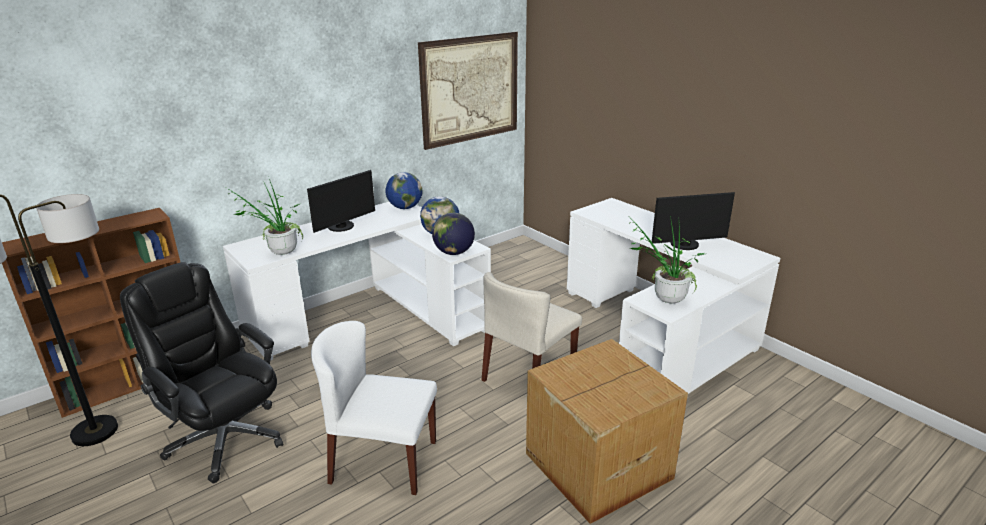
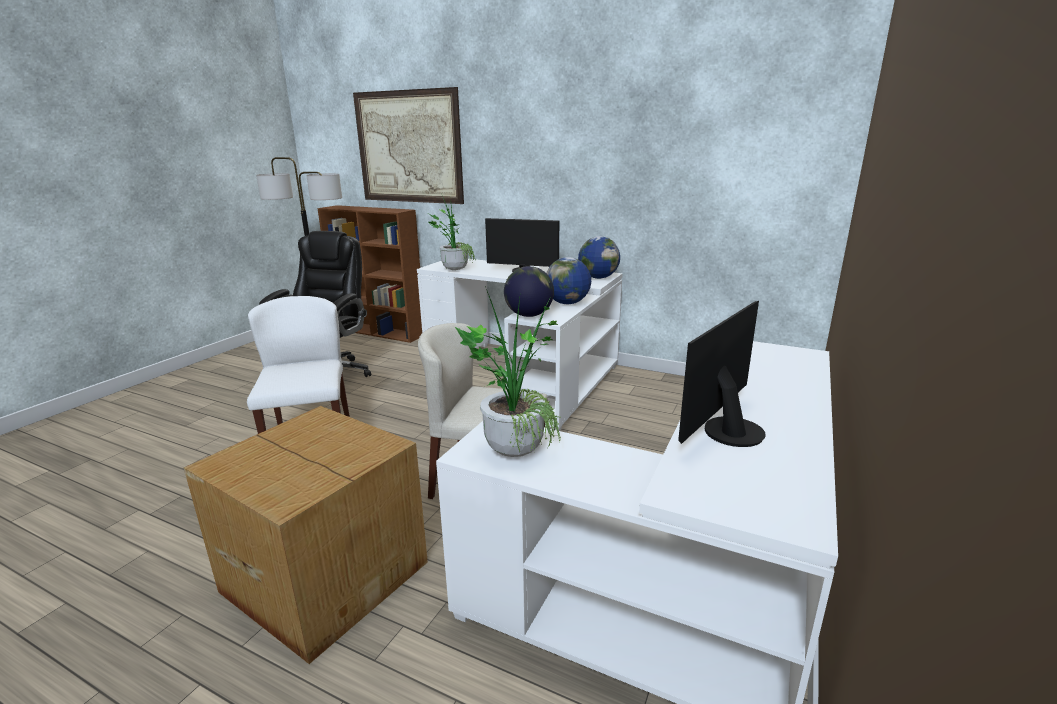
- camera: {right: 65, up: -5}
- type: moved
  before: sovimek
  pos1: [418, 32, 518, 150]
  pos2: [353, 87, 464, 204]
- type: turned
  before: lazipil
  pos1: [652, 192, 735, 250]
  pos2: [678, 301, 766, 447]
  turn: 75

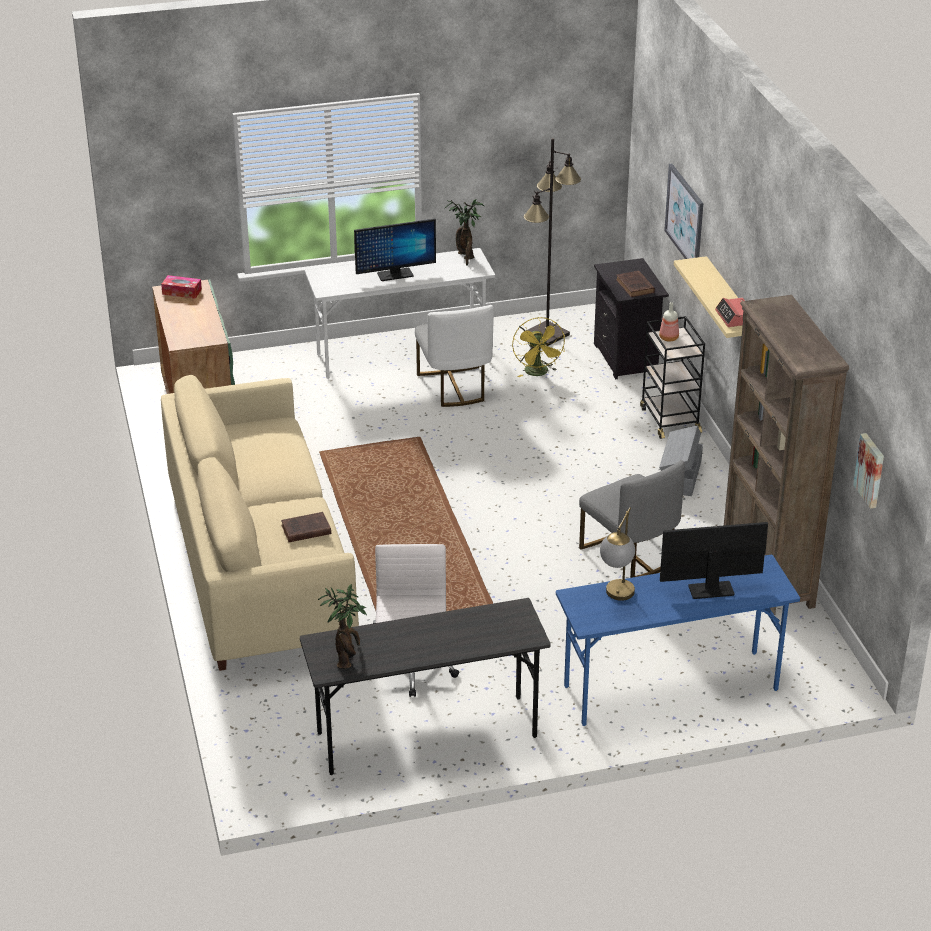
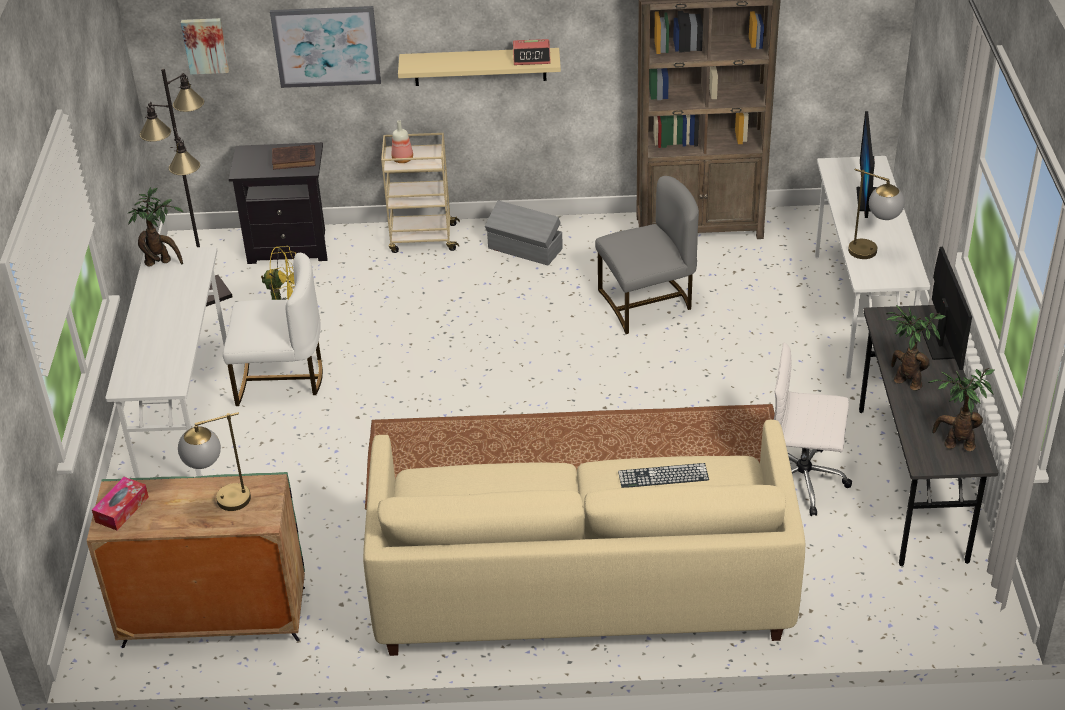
- camera: {right: -75, up: 5}
- type: added
  after: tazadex
  pos2: [178, 412, 251, 511]
- type: moved
  before: sovimek
  pos1: [853, 433, 884, 509]
  pos2: [181, 18, 229, 74]
- type: recoloured
  before: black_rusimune
  after: beige_rusimune
  pos1: [640, 316, 705, 439]
  pos2: [381, 133, 460, 253]
- type: replaced
  before: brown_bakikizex
  after: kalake
  pos1: [281, 512, 331, 542]
  pos2: [618, 463, 709, 488]
- type: recoloured
  before: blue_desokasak
  after: white_desokasak
  pos1: [556, 555, 800, 726]
  pos2: [815, 156, 930, 379]
- type: added
  after: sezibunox
  pos2: [886, 305, 946, 391]
- type: moved
  before: lazipil
  pos1: [354, 219, 436, 281]
  pos2: [922, 247, 972, 370]

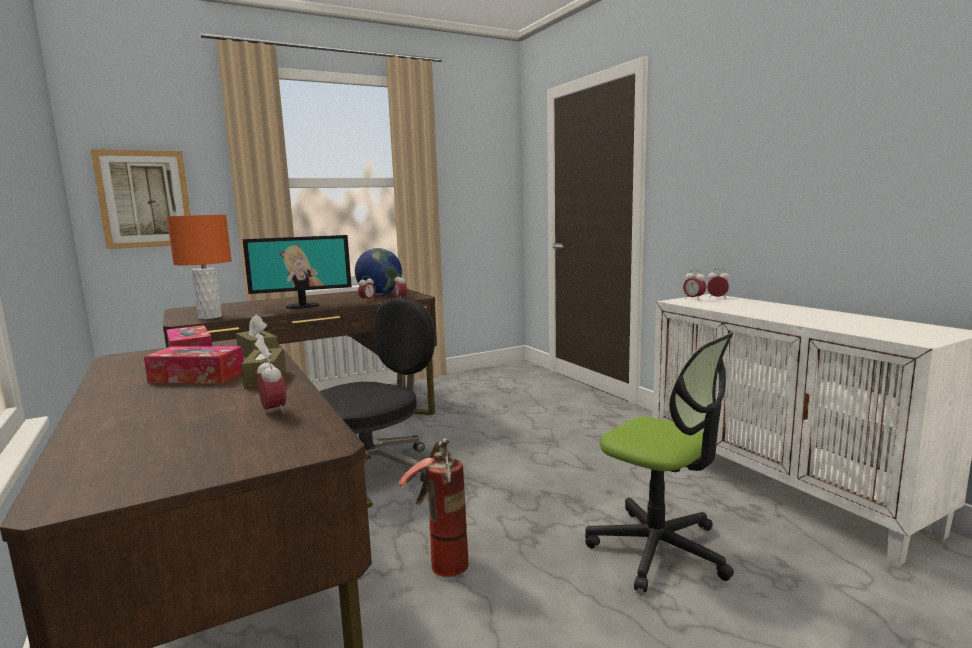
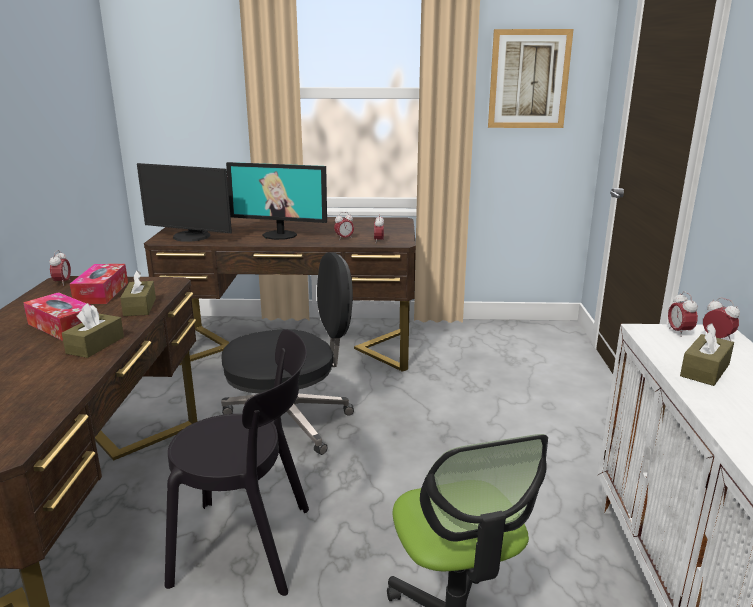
- camera: {right: 30, up: 10}
- type: moved
  before: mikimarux
  pos1: [257, 357, 286, 414]
  pos2: [49, 250, 71, 286]
- type: replaced
  before: orange_tazadex
  after: lazipil
  pos1: [166, 215, 232, 319]
  pos2: [137, 163, 232, 242]
- type: replaced
  before: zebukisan
  after: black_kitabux
  pos1: [399, 438, 469, 577]
  pos2: [165, 329, 309, 596]
- type: moved
  before: sovimek
  pos1: [91, 149, 190, 249]
  pos2: [488, 29, 574, 128]
- type: added
  after: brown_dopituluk
  pos2: [680, 323, 734, 386]
- type: removed
  before: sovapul
  pos1: [355, 248, 402, 295]

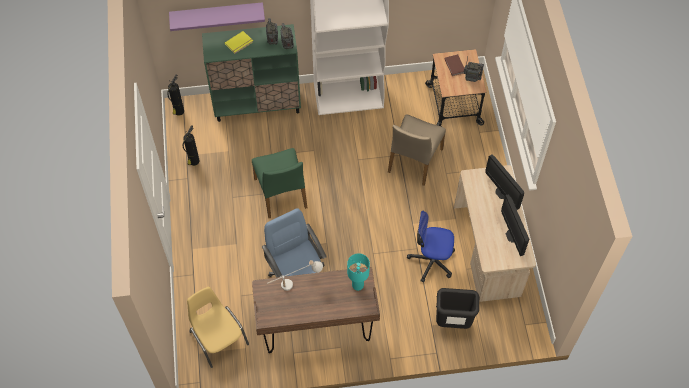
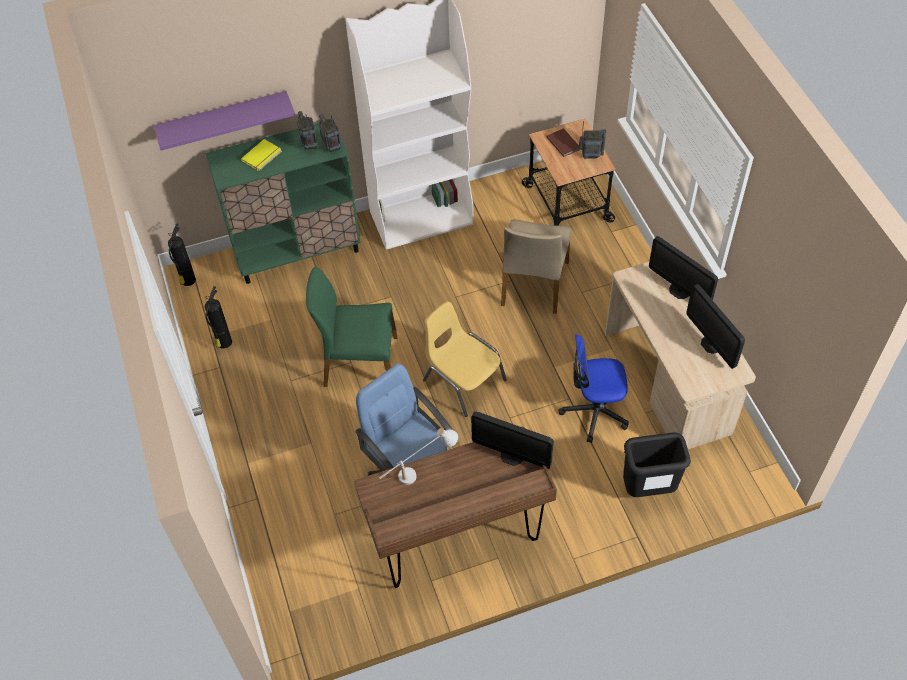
- camera: {right: -10, up: -5}
- type: turned
  before: green_kitabux
  pos1: [252, 148, 307, 218]
  pos2: [306, 266, 398, 387]
  turn: 120
- type: moved
  before: yellow_kitabux
  pos1: [187, 287, 249, 368]
  pos2: [423, 301, 507, 417]
- type: replaced
  before: turquoise_tazadex
  after: lazipil
  pos1: [347, 253, 370, 291]
  pos2: [471, 411, 554, 469]

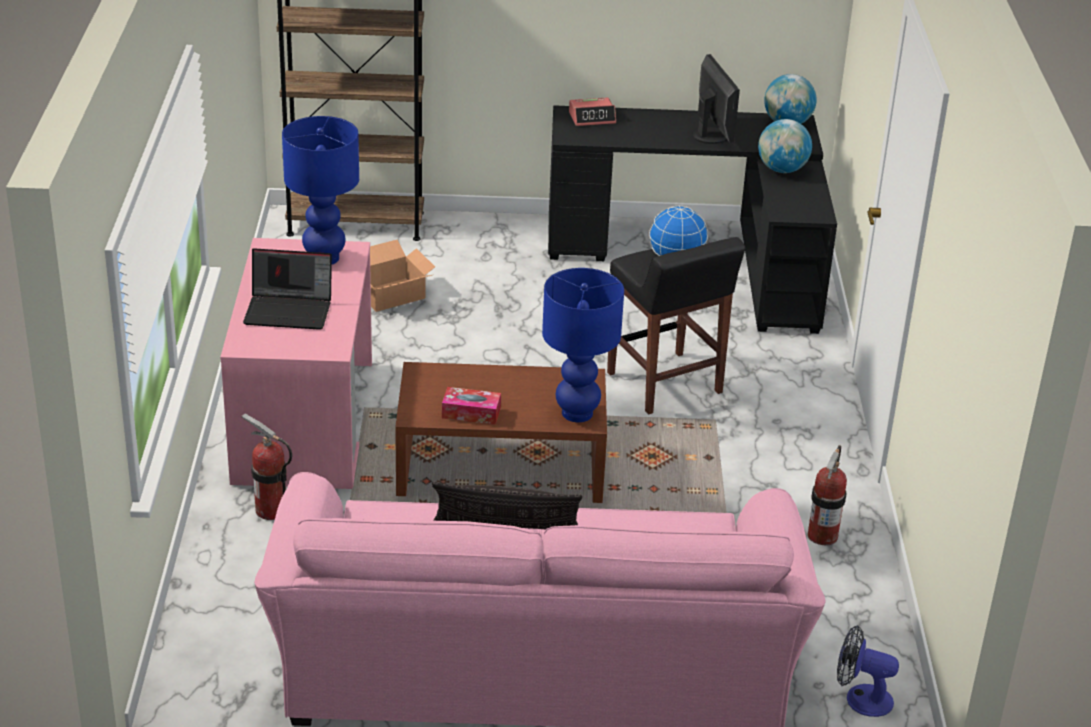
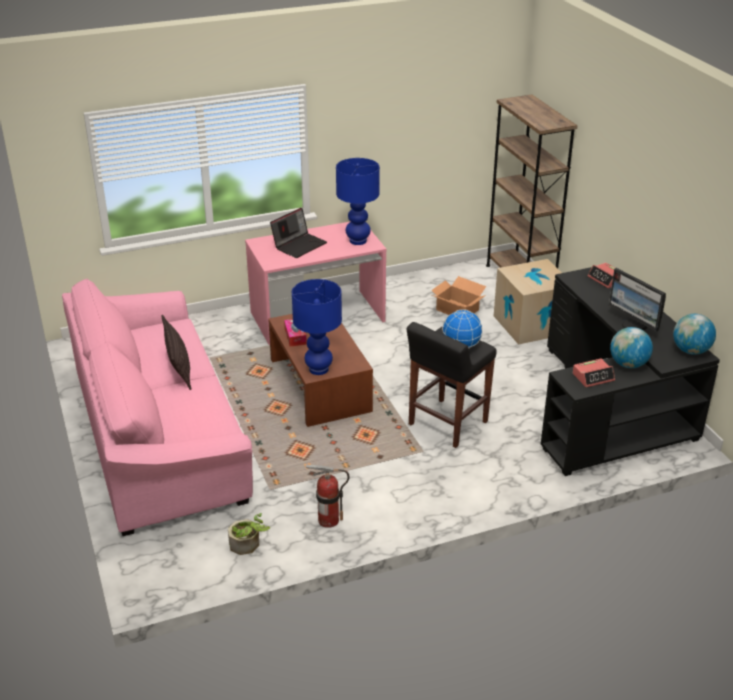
- camera: {right: 70, up: 0}
- type: added
  after: sezibunox
  pos2: [228, 513, 270, 555]
- type: turned
  before: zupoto
  pos1: [243, 248, 332, 330]
  pos2: [270, 208, 327, 258]
  turn: -120
- type: added
  after: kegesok
  pos2: [494, 259, 562, 345]
- type: added
  after: mikimarux
  pos2: [573, 358, 615, 387]
- type: turned
  before: lazipil
  pos1: [693, 54, 740, 144]
  pos2: [609, 268, 666, 332]
  turn: 90
- type: removed
  before: zebukisan
  pos1: [241, 414, 292, 520]
- type: removed
  before: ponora
  pos1: [837, 625, 899, 717]

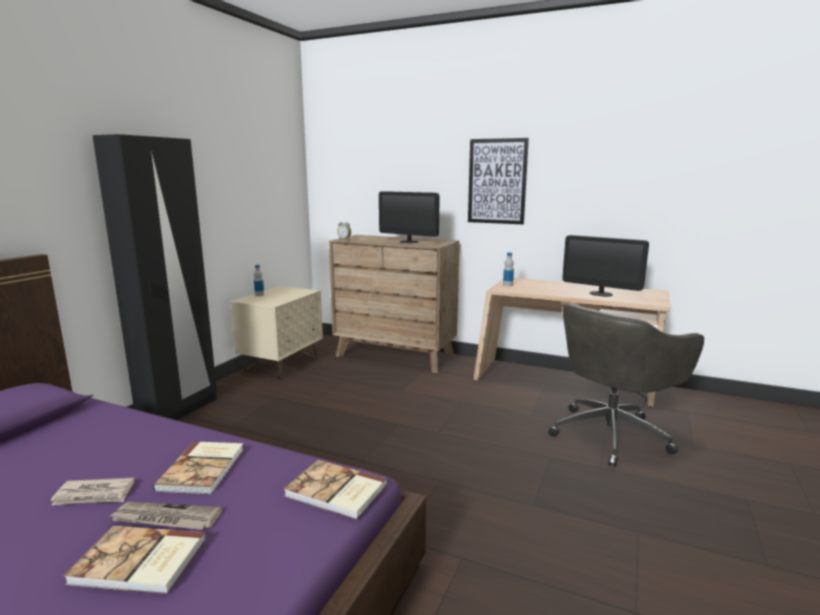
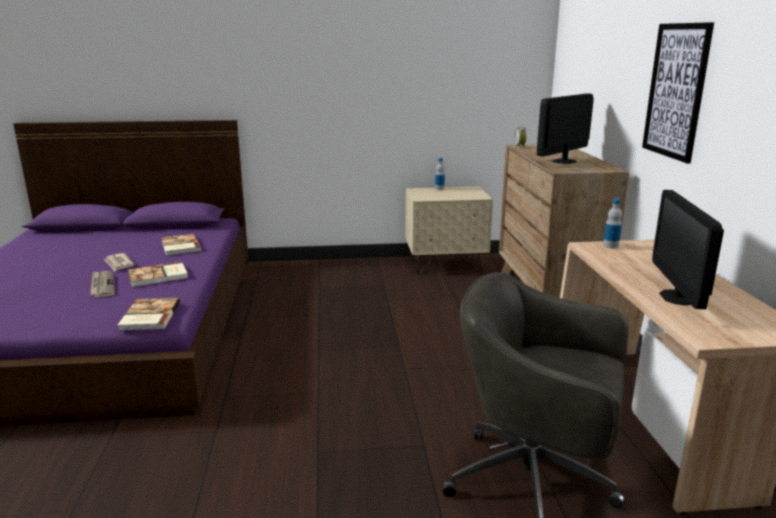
- camera: {right: 60, up: 5}
- type: moved
  before: bakikizex
  pos1: [63, 525, 206, 594]
  pos2: [161, 234, 201, 256]
- type: turned
  before: lazipil
  pos1: [379, 191, 440, 243]
  pos2: [537, 93, 594, 164]
  turn: 45
- type: removed
  before: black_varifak
  pos1: [92, 134, 217, 420]

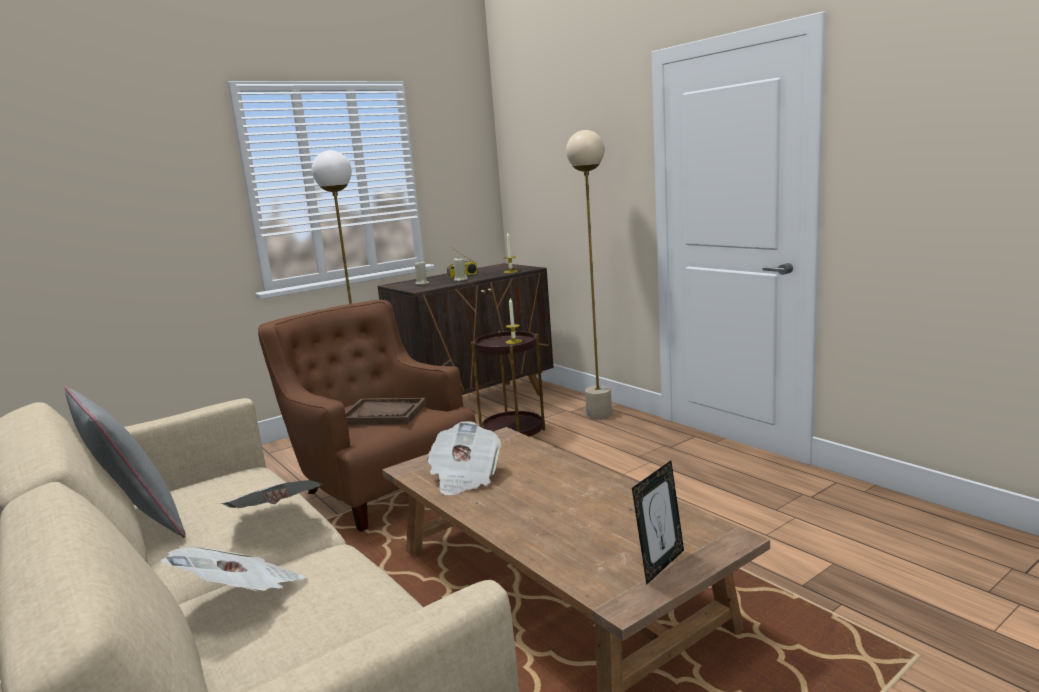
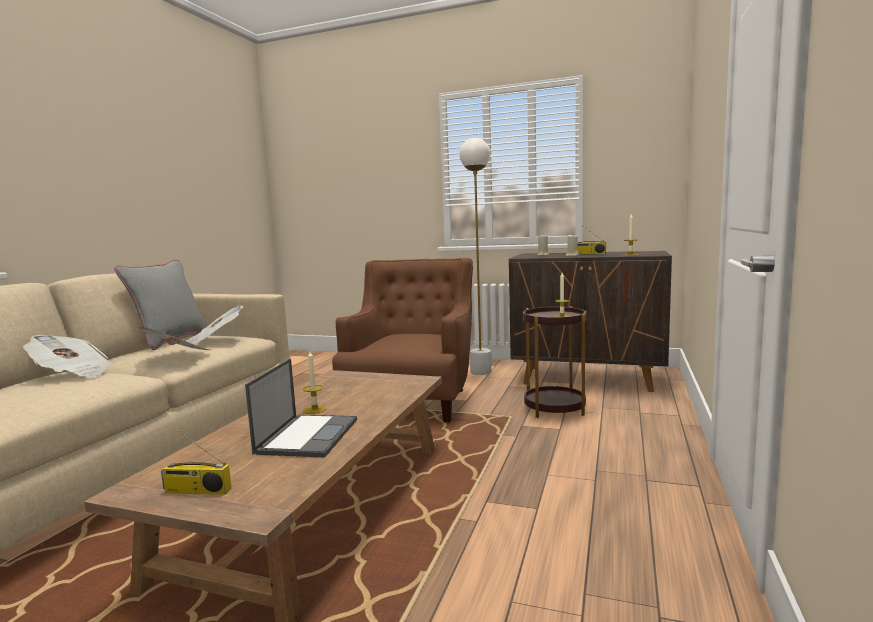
- camera: {right: 55, up: -5}
- type: replaced
  before: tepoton
  after: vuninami
  pos1: [632, 461, 684, 585]
  pos2: [161, 427, 232, 494]
- type: moved
  before: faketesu
  pos1: [427, 421, 502, 495]
  pos2: [186, 306, 244, 344]
- type: added
  after: zupoto
  pos2: [245, 358, 357, 458]
- type: added
  after: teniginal
  pos2: [303, 351, 326, 414]
- type: removed
  before: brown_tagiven
  pos1: [345, 398, 426, 425]
- type: removed
  before: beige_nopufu
  pos1: [566, 130, 612, 419]

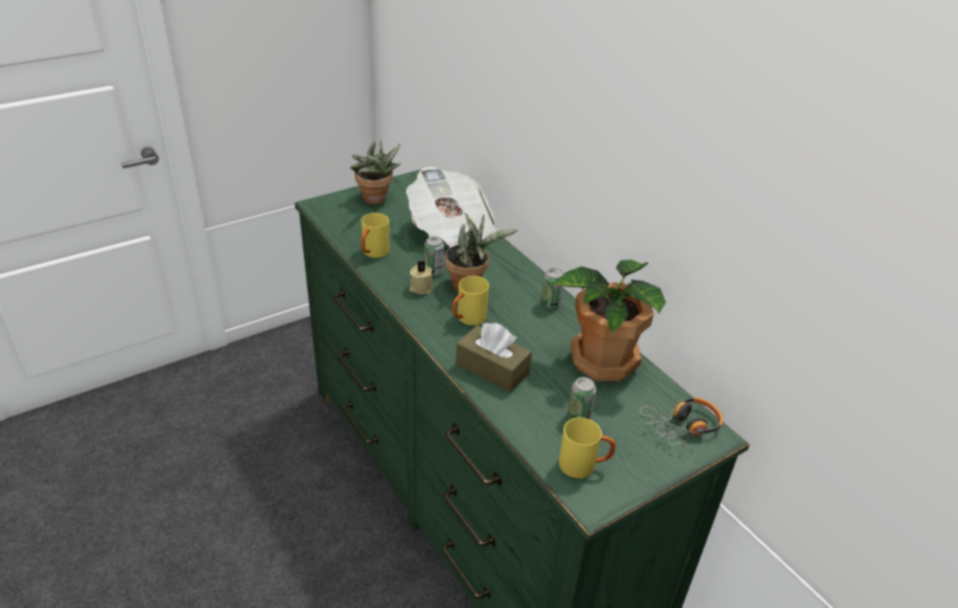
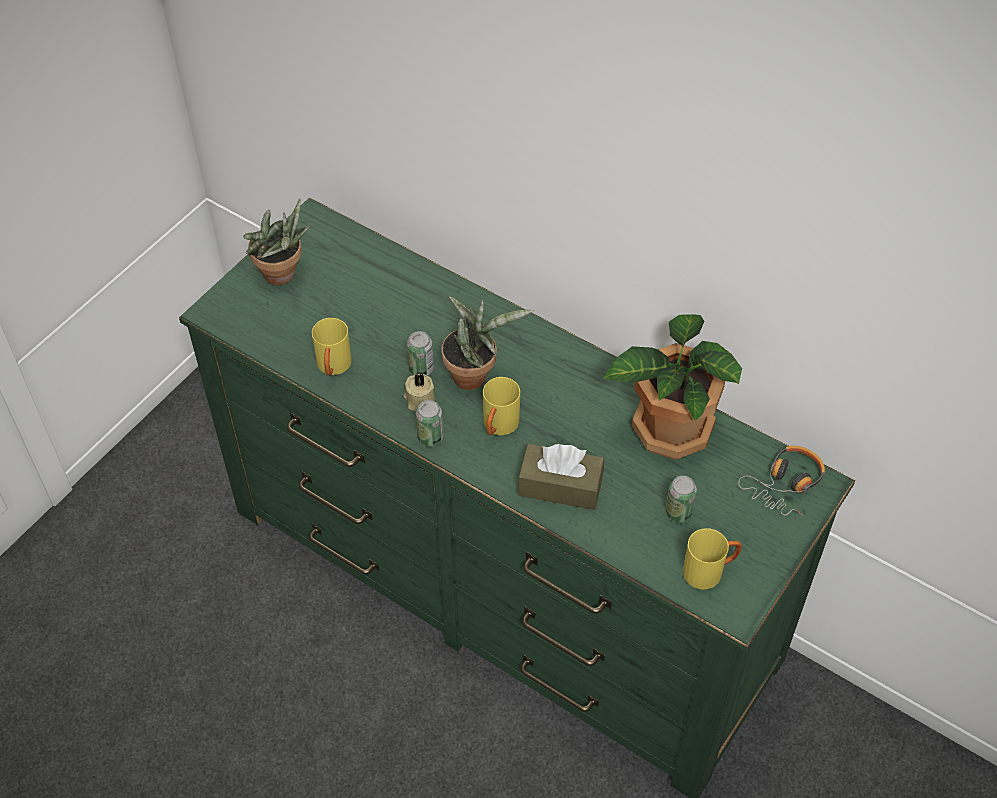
- camera: {right: -20, up: 15}
- type: moved
  before: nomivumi
  pos1: [541, 268, 563, 309]
  pos2: [416, 400, 443, 447]
- type: removed
  before: faketesu
  pos1: [406, 166, 498, 248]

